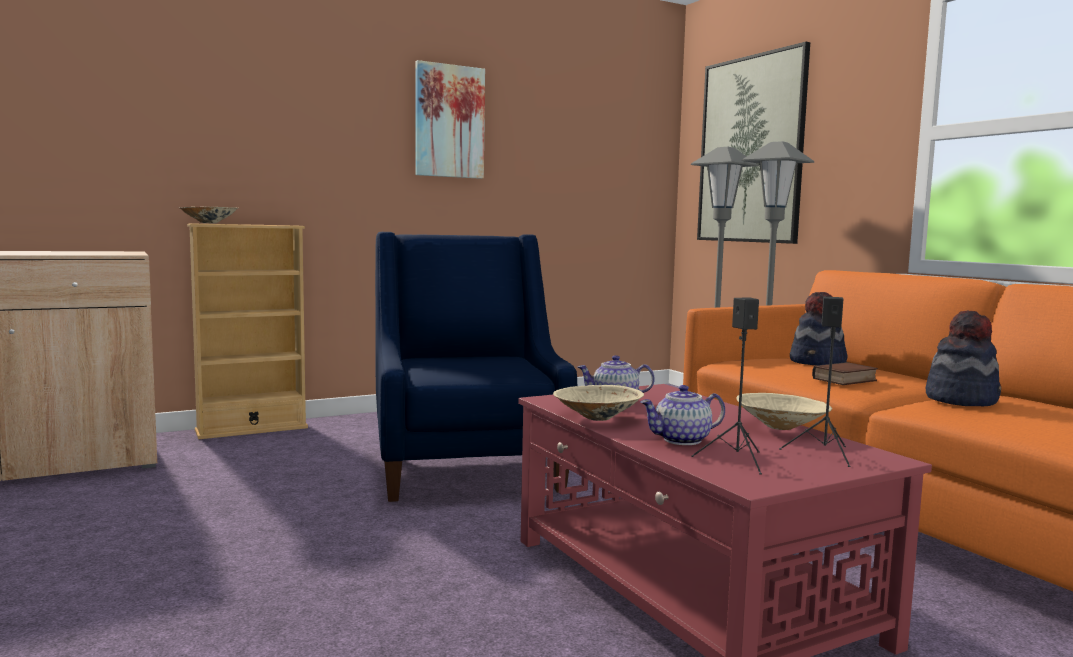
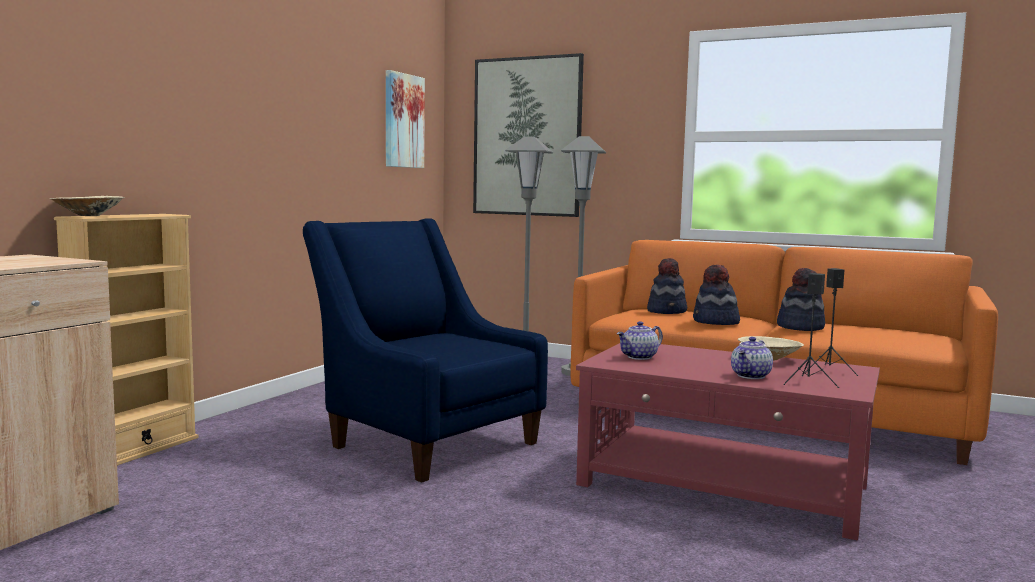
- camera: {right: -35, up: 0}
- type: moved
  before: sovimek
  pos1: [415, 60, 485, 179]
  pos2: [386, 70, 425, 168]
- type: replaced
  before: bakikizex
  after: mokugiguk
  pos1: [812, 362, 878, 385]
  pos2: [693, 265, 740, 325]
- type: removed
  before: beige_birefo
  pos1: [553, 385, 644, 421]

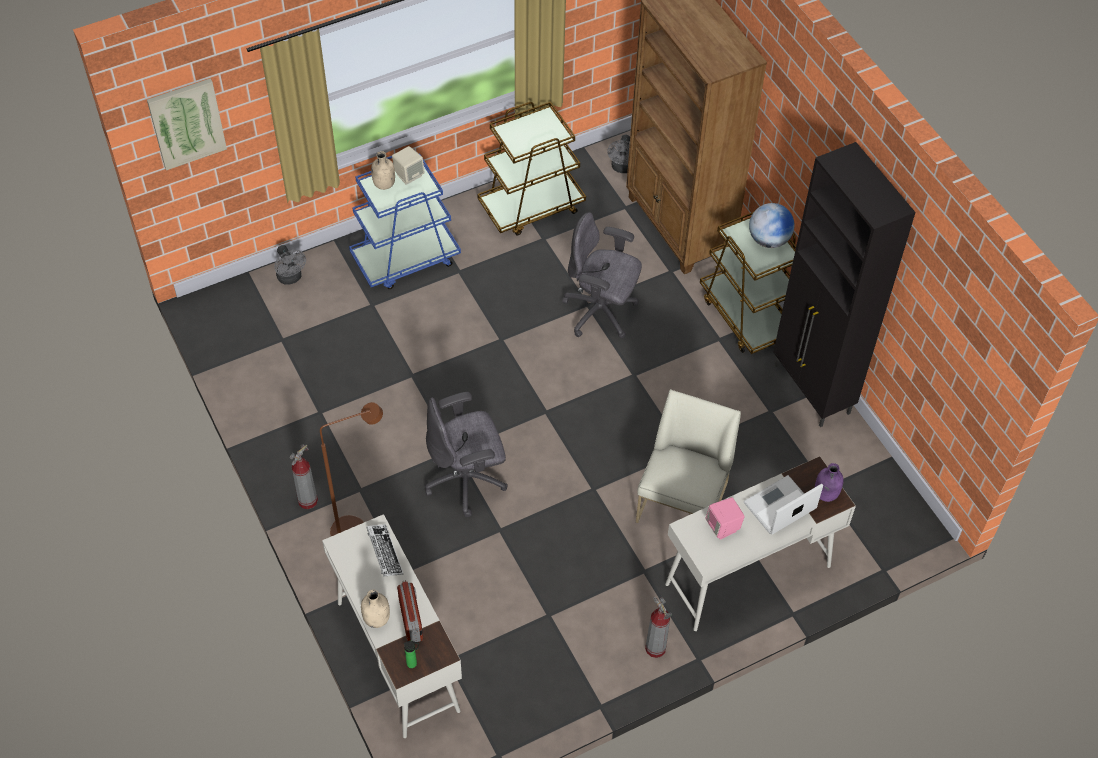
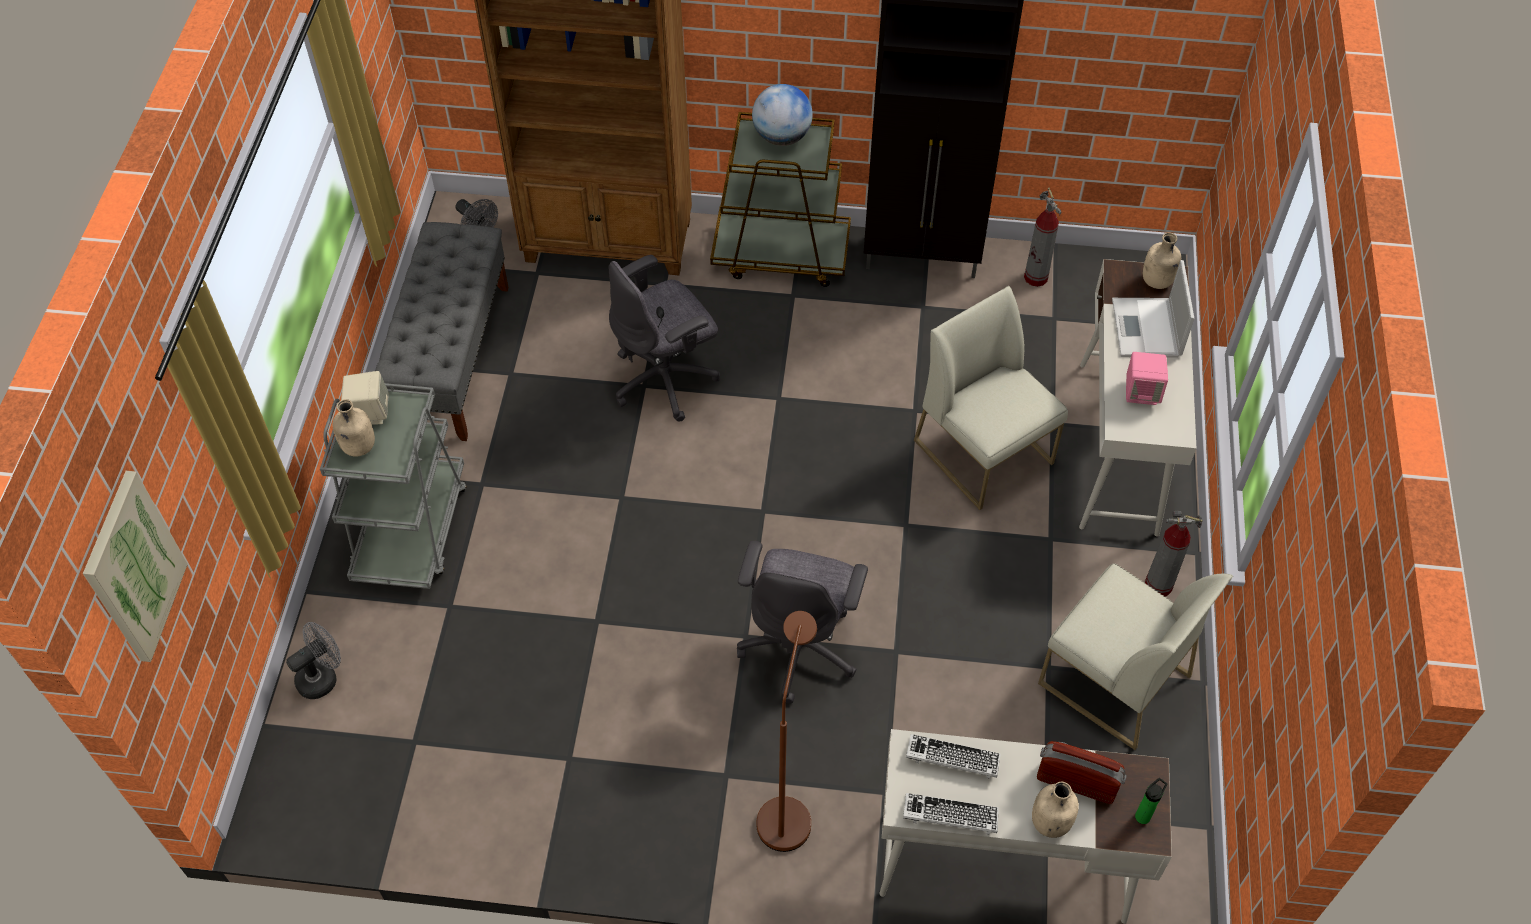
- camera: {right: -55, up: 0}
- type: turned
  before: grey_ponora
  pos1: [274, 245, 306, 285]
  pos2: [286, 622, 341, 699]
  turn: -45
- type: recoloured
  before: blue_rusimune
  after: grey_rusimune
  pos1: [349, 153, 461, 289]
  pos2: [320, 383, 467, 589]
- type: replaced
  before: brown_rusimune
  after: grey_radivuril
  pos1: [478, 101, 586, 235]
  pos2: [375, 222, 509, 441]
- type: added
  after: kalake
  pos2: [903, 793, 999, 834]
- type: moved
  before: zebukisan
  pos1: [289, 444, 318, 509]
  pos2: [1024, 188, 1062, 287]
- type: added
  after: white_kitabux
  pos2: [1038, 563, 1233, 750]
- type: recoloured
  before: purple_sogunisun
  after: beige_sogunisun
  pos1: [815, 463, 844, 502]
  pos2: [1143, 232, 1181, 289]

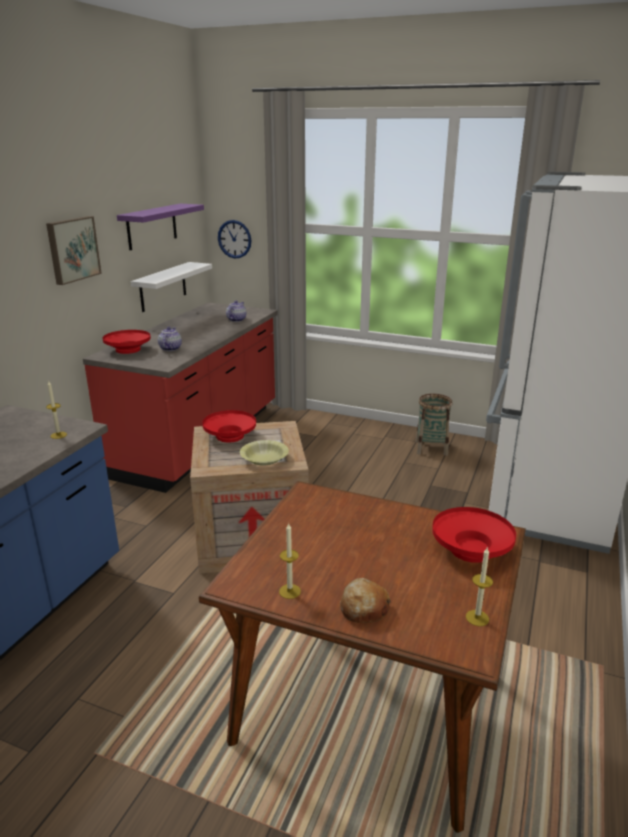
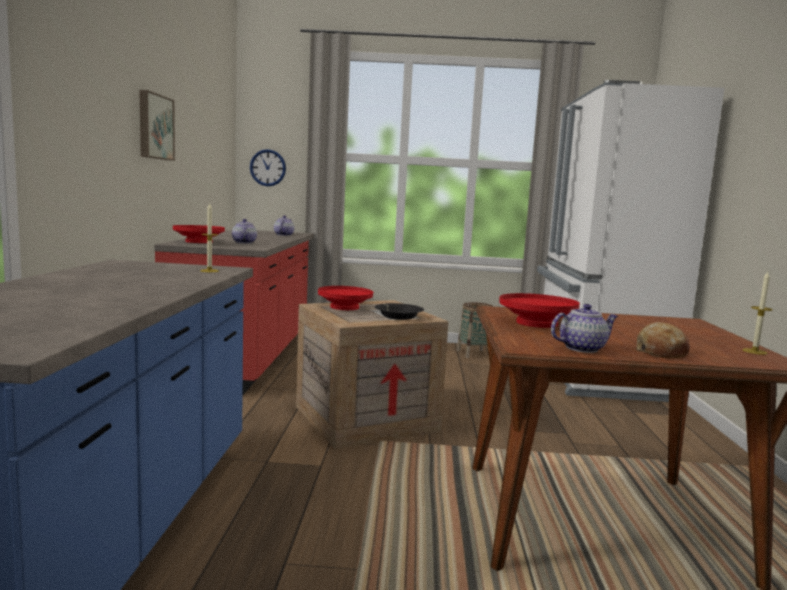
- camera: {right: -20, up: -15}
- type: recoloured
  before: yellow_birefo
  after: black_birefo
  pos1: [240, 440, 289, 465]
  pos2: [375, 303, 424, 320]
- type: moved
  before: red_birefo
  pos1: [432, 507, 516, 563]
  pos2: [499, 293, 580, 328]
- type: replaced
  before: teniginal
  after: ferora
  pos1: [279, 524, 301, 599]
  pos2: [551, 304, 618, 353]
- type: removed
  before: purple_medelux
  pos1: [117, 204, 204, 250]
- type: removed
  before: white_medelux
  pos1: [131, 262, 212, 312]

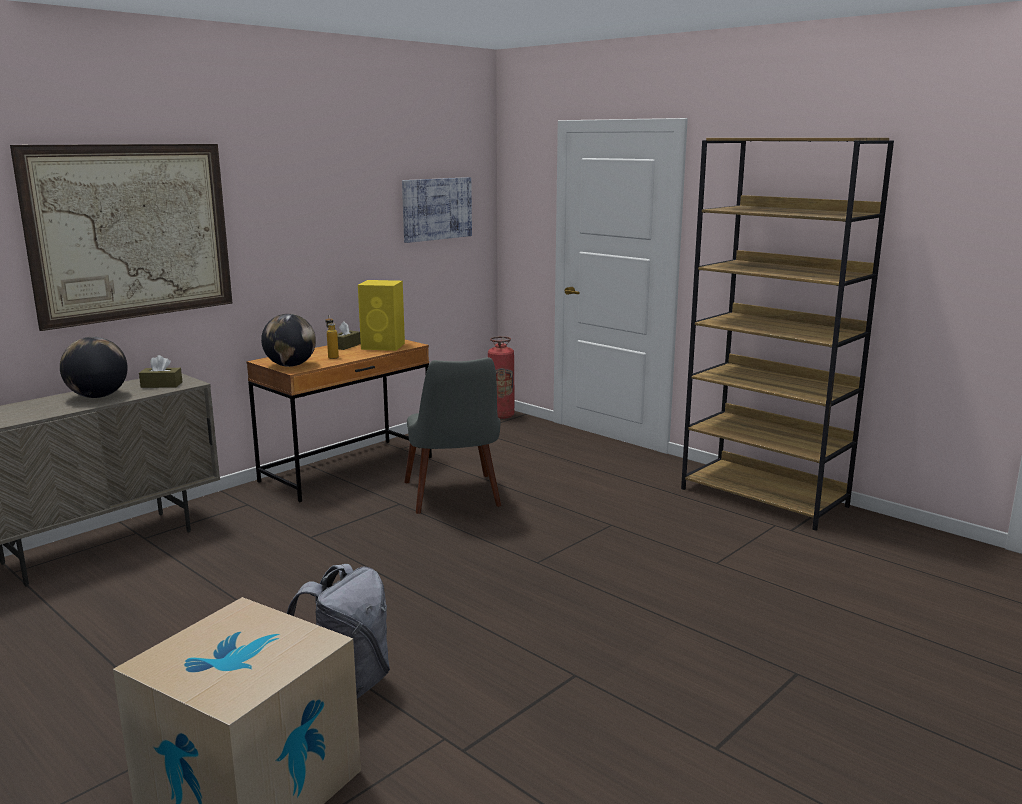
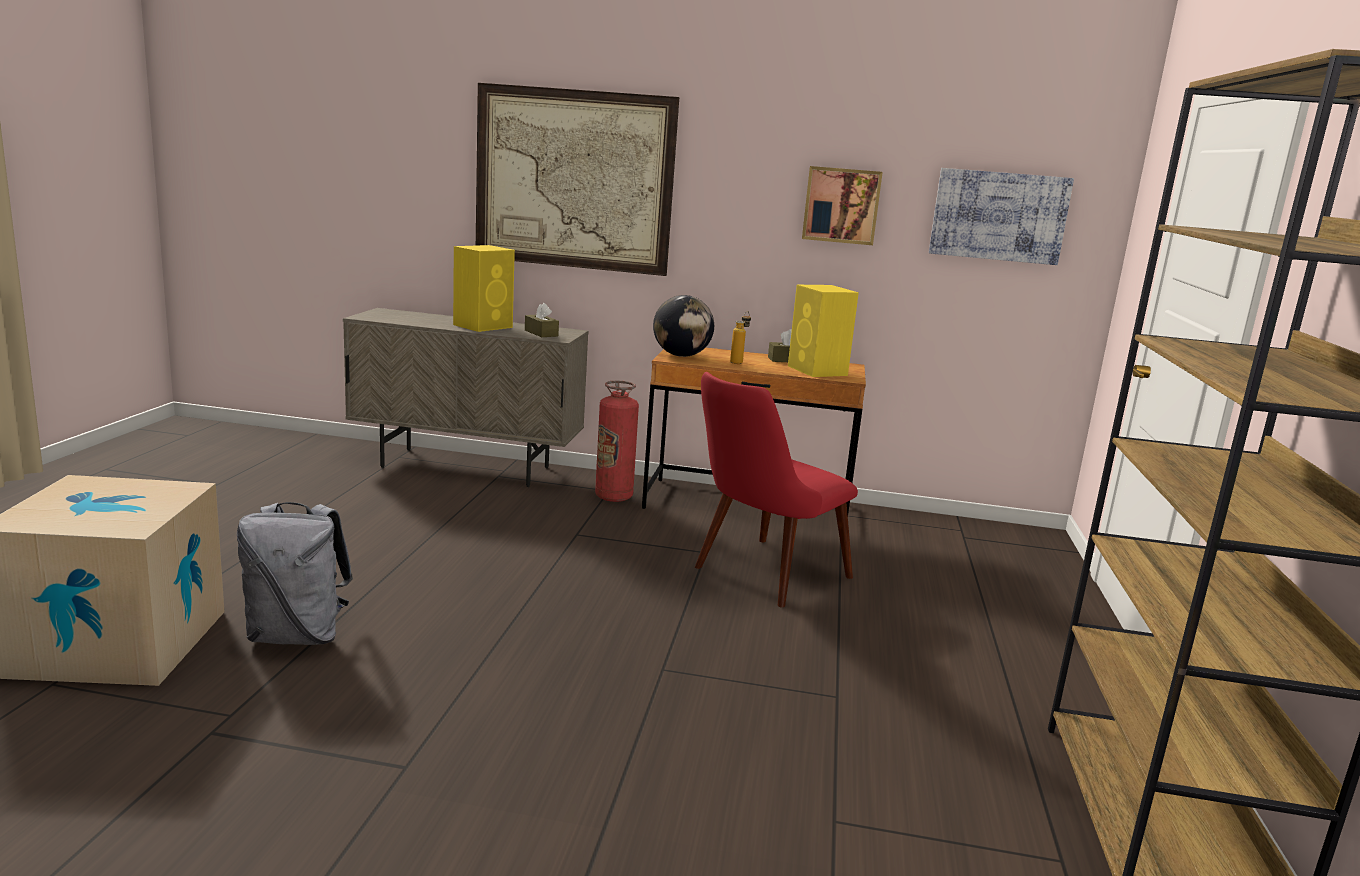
- camera: {right: 55, up: 0}
- type: replaced
  before: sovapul
  after: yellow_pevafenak
  pos1: [60, 337, 128, 398]
  pos2: [453, 245, 515, 332]
- type: moved
  before: zebukisan
  pos1: [488, 336, 515, 419]
  pos2: [595, 380, 639, 502]
- type: recoloured
  before: grey_kitabux
  after: red_kitabux
  pos1: [404, 357, 501, 514]
  pos2: [695, 372, 858, 608]
- type: added
  after: sovimek
  pos2: [802, 166, 883, 245]

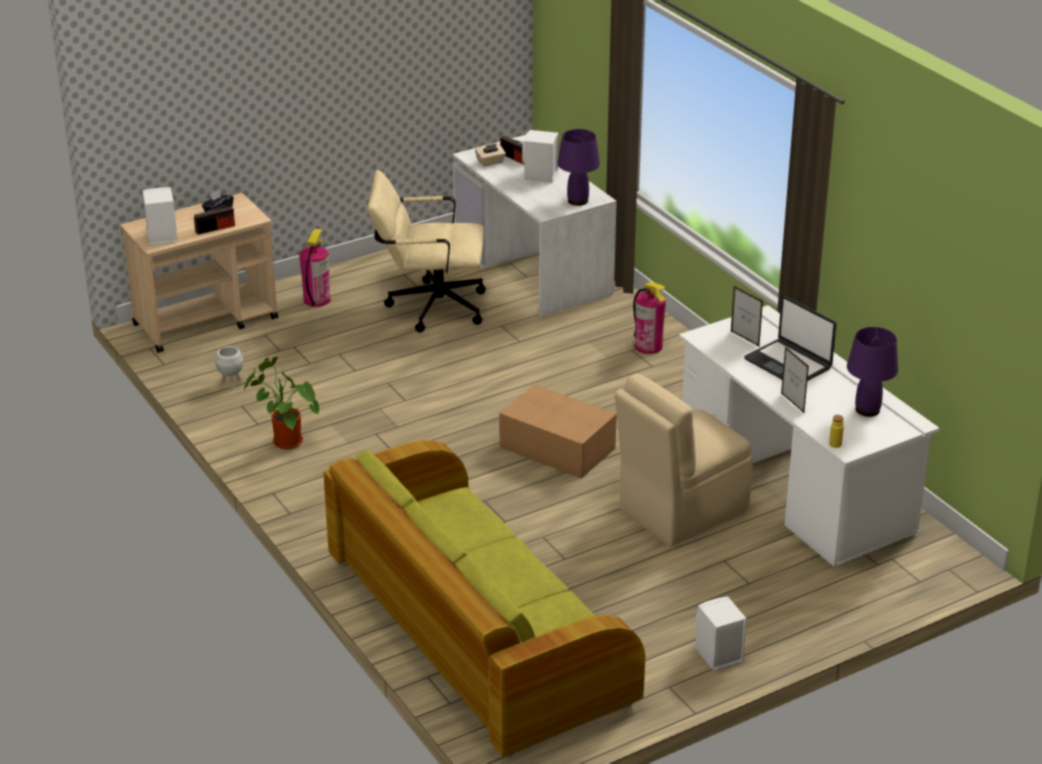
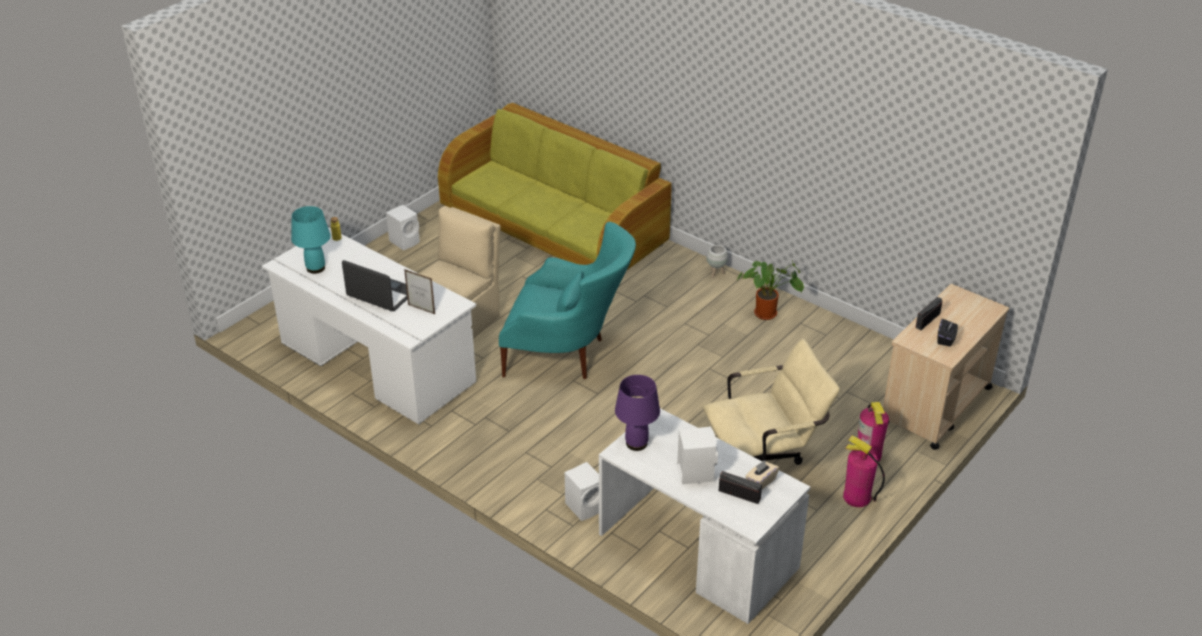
- camera: {right: 160, up: 5}
- type: recoloured
  before: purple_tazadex
  after: turquoise_tazadex
  pos1: [847, 327, 898, 417]
  pos2: [291, 206, 330, 274]
- type: replaced
  before: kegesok
  after: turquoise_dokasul
  pos1: [499, 385, 617, 479]
  pos2: [499, 222, 636, 379]
- type: moved
  before: white_pevafenak
  pos1: [142, 187, 178, 245]
  pos2: [565, 462, 599, 521]
- type: moved
  before: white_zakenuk
  pos1: [215, 346, 243, 390]
  pos2: [706, 245, 728, 278]
- type: moved
  before: zebukisan
  pos1: [633, 282, 666, 354]
  pos2: [843, 436, 885, 507]
- type: removed
  before: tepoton
  pos1: [781, 346, 809, 413]

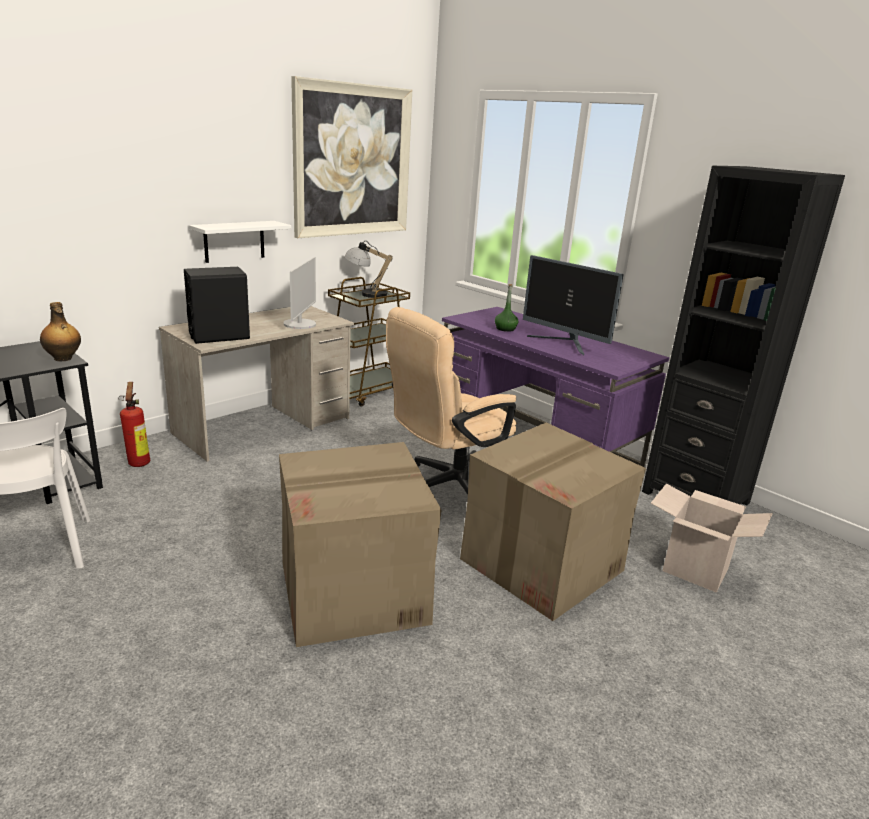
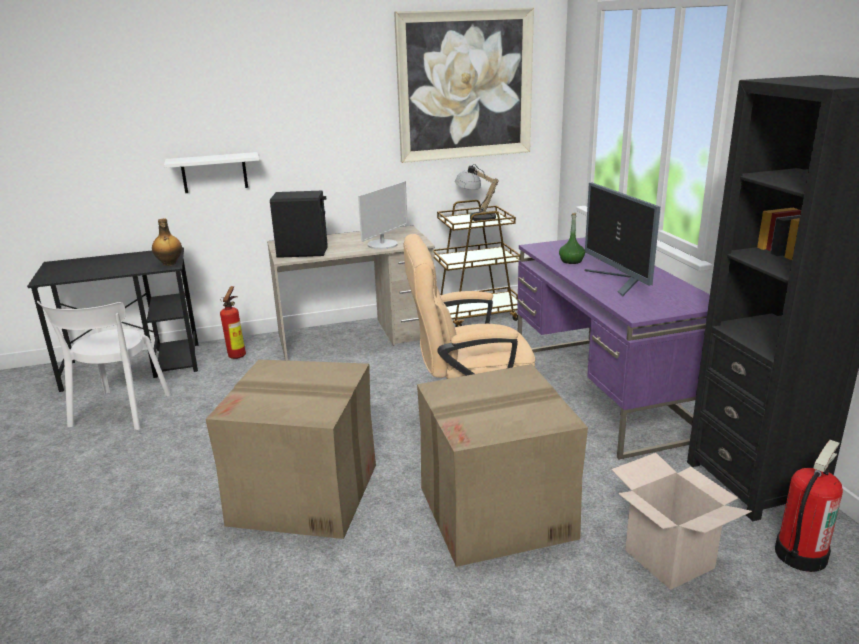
- camera: {right: 30, up: 0}
- type: moved
  before: white_medelux
  pos1: [189, 221, 291, 263]
  pos2: [164, 152, 259, 193]
- type: added
  after: zebukisan
  pos2: [775, 440, 843, 572]

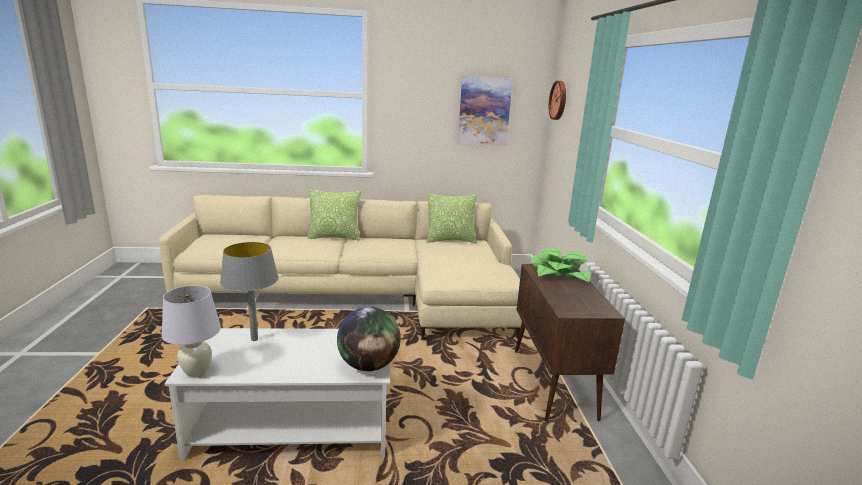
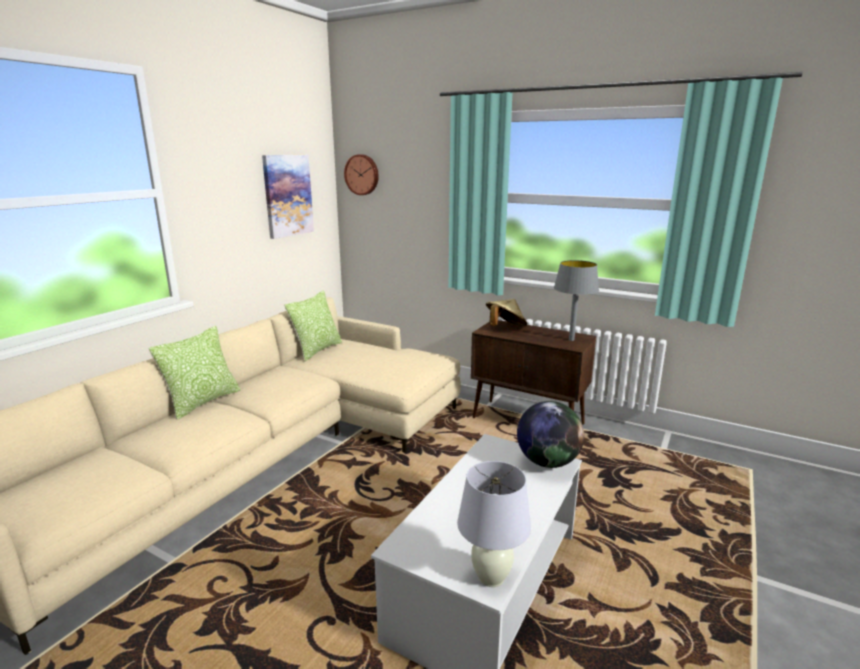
- camera: {right: -55, up: 0}
- type: replaced
  before: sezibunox
  after: beige_mokugiguk
  pos1: [530, 248, 591, 282]
  pos2: [486, 299, 527, 326]
- type: moved
  before: grey_tazadex
  pos1: [220, 242, 279, 341]
  pos2: [554, 260, 599, 341]

